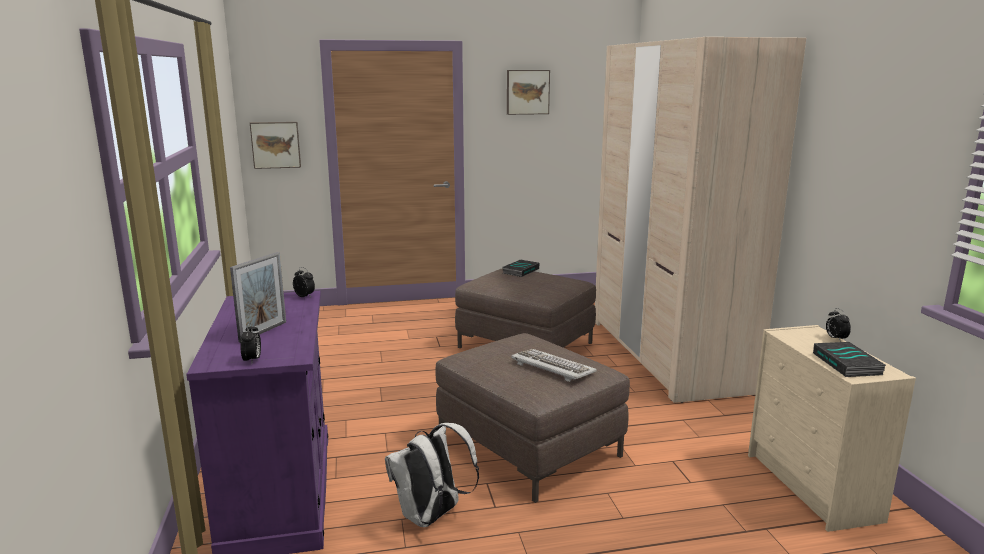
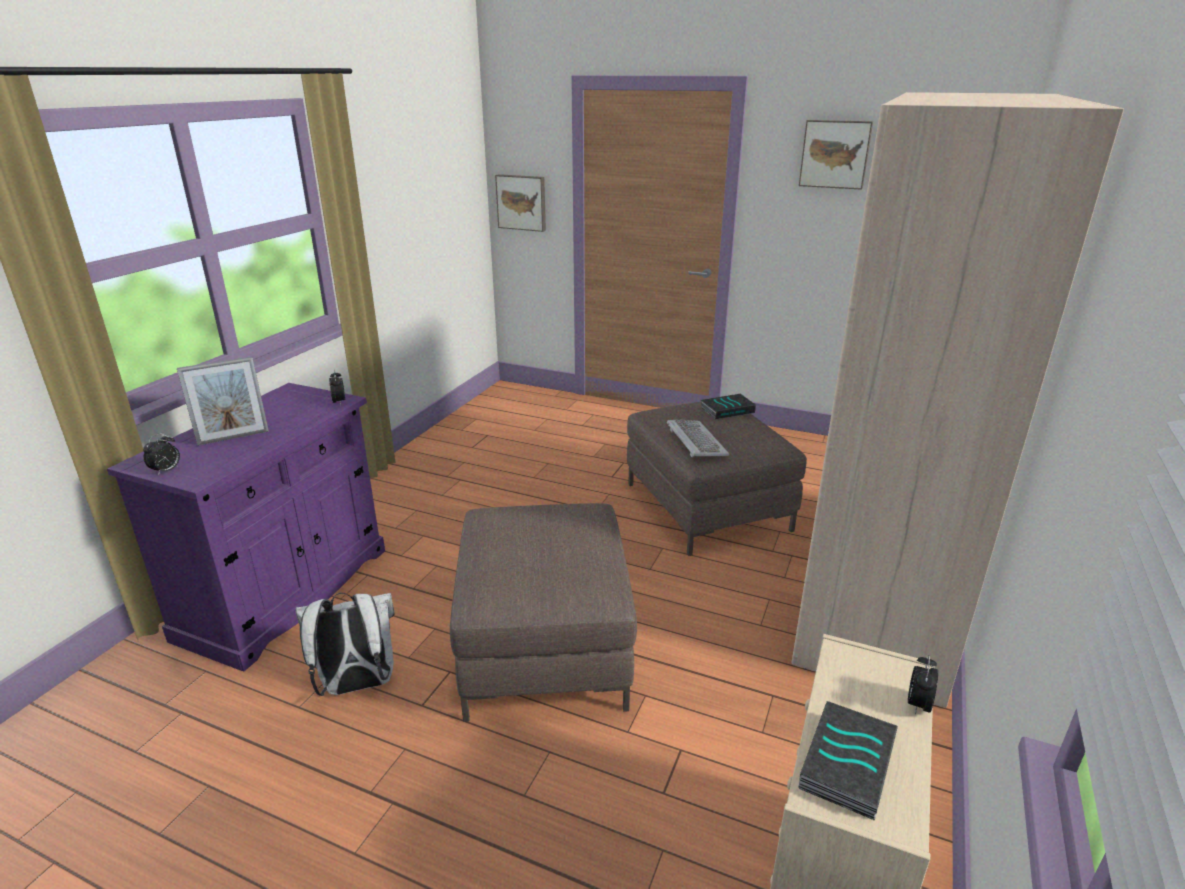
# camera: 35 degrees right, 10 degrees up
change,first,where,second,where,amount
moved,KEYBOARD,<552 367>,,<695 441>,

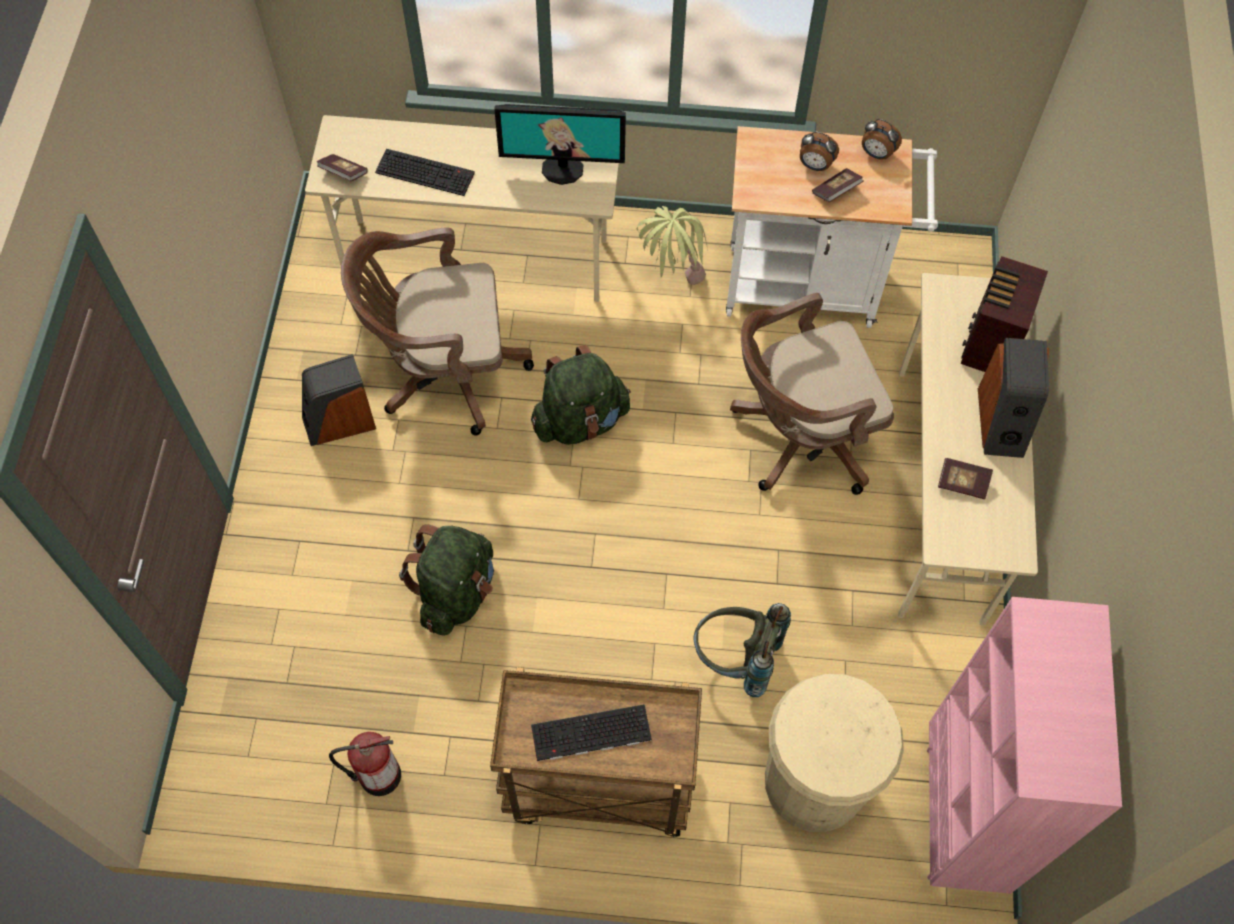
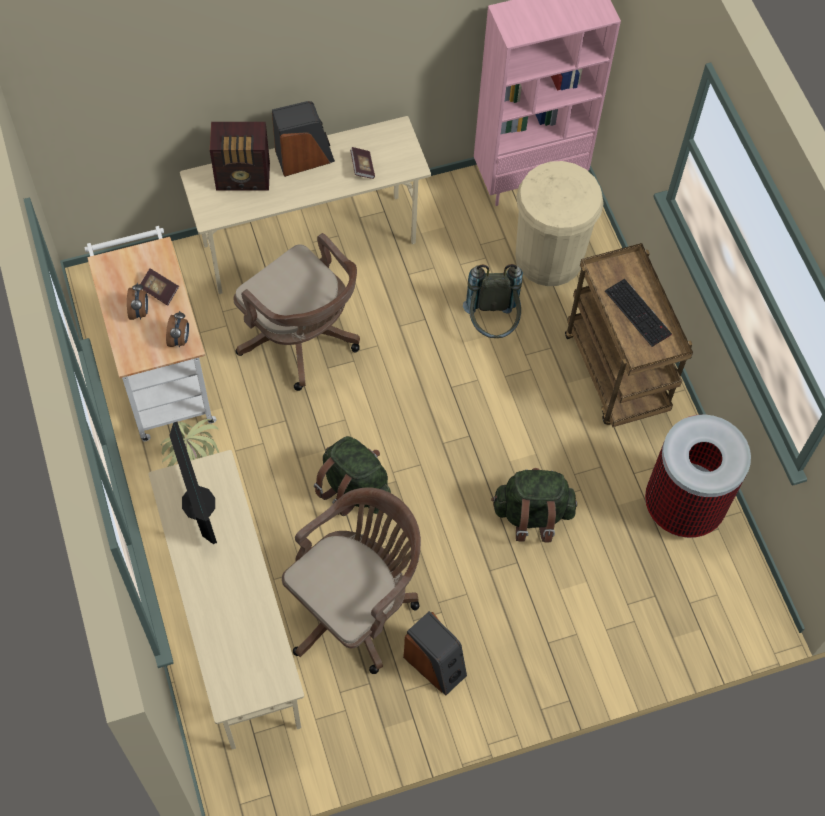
# camera: 115 degrees left, 0 degrees up
change,first,where,second,where,amount
moved,ALARM CLOCK,<876 154>,,<180 339>,
removed,KEYBOARD,<426 172>,,,
removed,BOOK,<343 173>,,,
turned,BROWN OFFICE CHAIR,<444 371>,,<354 606>,105 degrees counterclockwise
replaced,FIRE EXTINGUISHER,<377 776>,TRASH CAN,<683 506>,

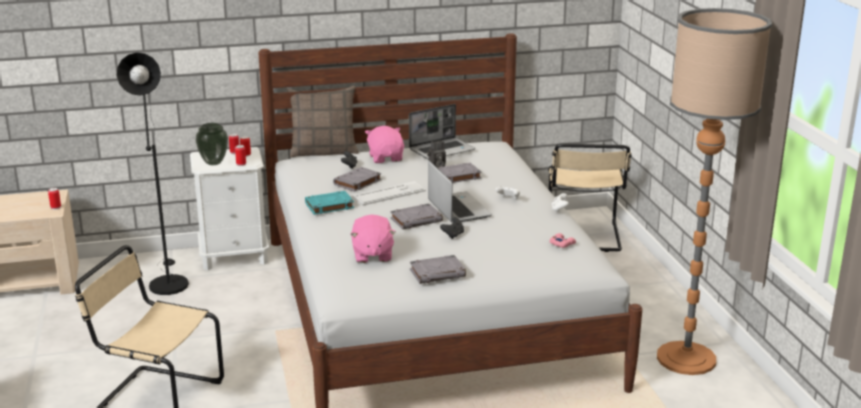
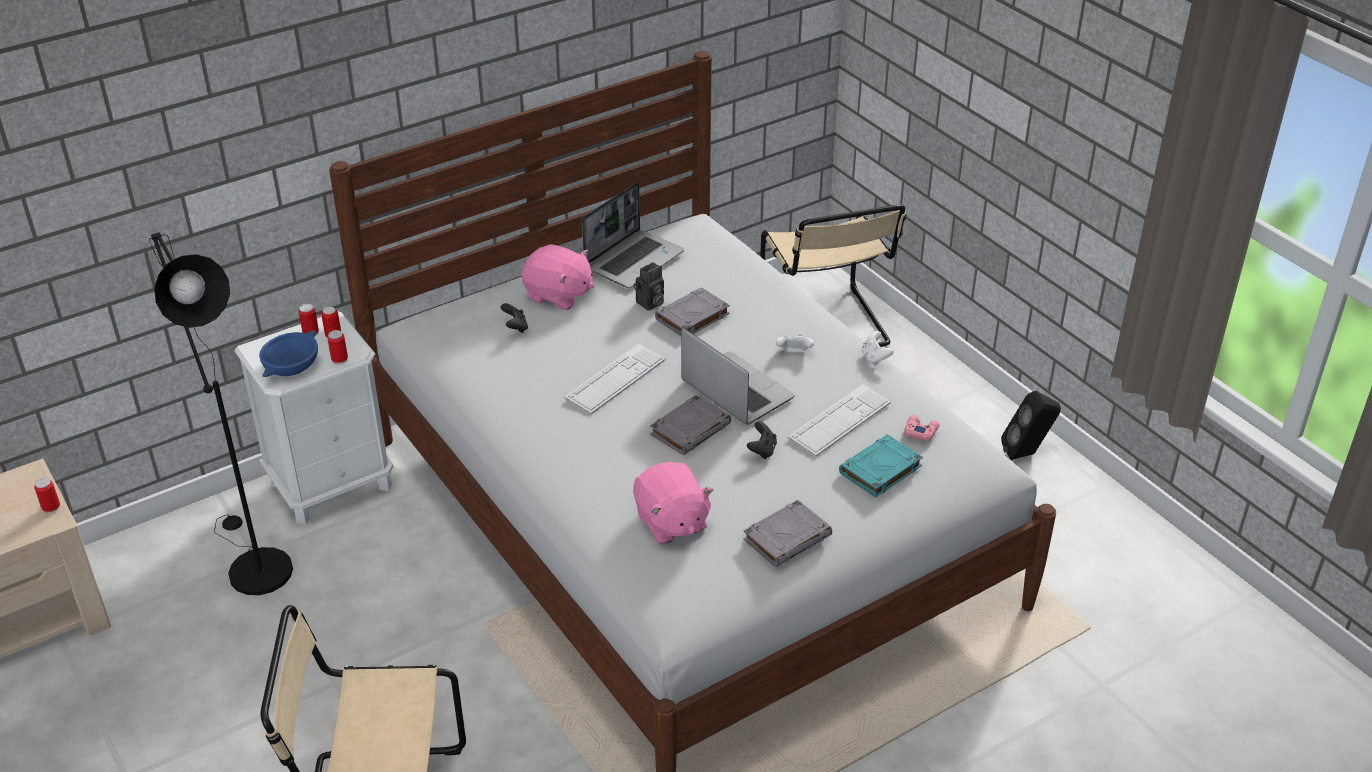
# camera: 20 degrees left, 15 degrees up
change,first,where,second,where,amount
removed,FLOOR LAMP,<686 358>,,,
removed,PILLOW,<324 152>,,,
replaced,VASE,<213 163>,BLUE BOWL,<292 366>,
turned,PINK PLUSH TOY,<386 158>,,<559 295>,150 degrees clockwise
removed,GREY BOOK,<357 182>,,,
moved,TURQUOISE BOOK,<329 206>,,<880 470>,
added,,,KEYBOARD,<839 421>,
added,,,BLACK SPEAKER,<1027 454>,

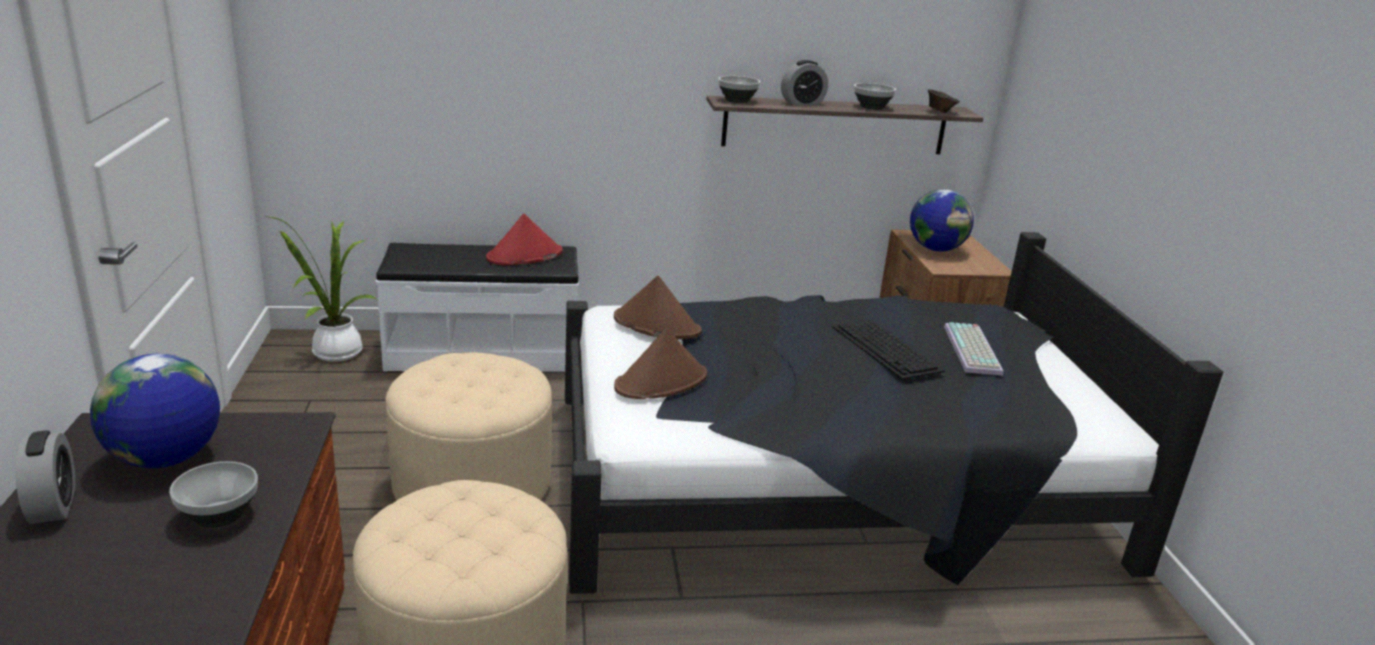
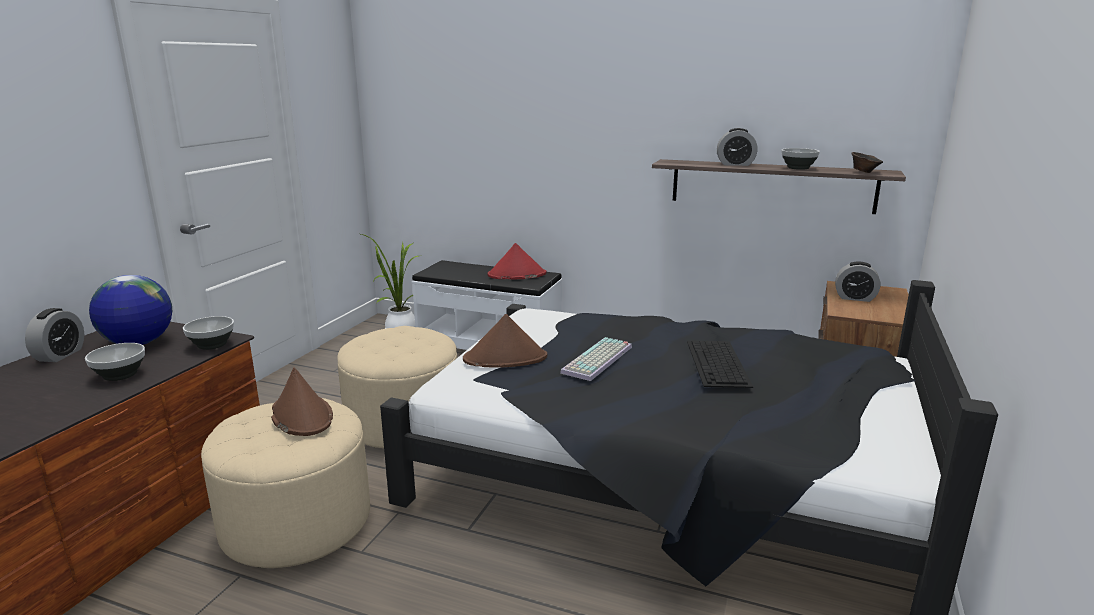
# camera: 30 degrees right, 5 degrees down
change,first,where,second,where,amount
moved,BOWL,<738 100>,,<212 345>,
replaced,GLOBE,<936 249>,ALARM CLOCK,<855 298>,
moved,BROWN HAT,<656 325>,,<301 416>,
moved,KEYBOARD,<974 350>,,<598 360>,

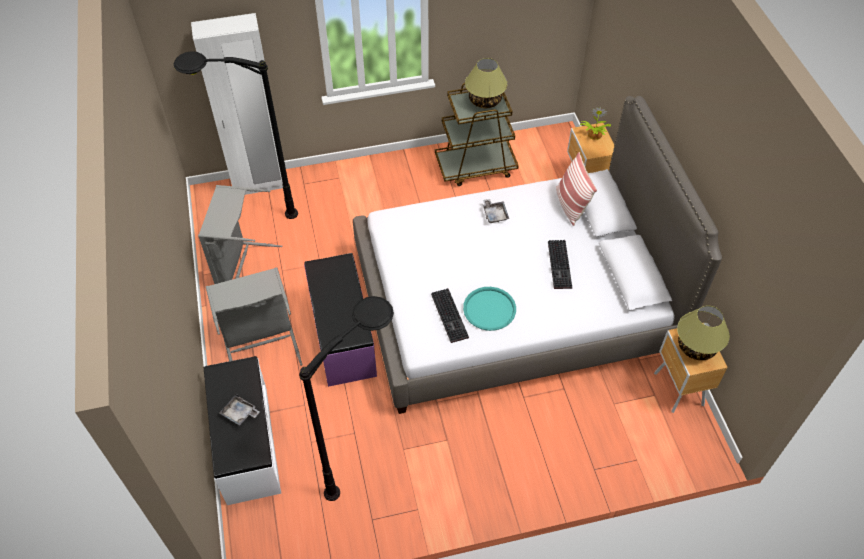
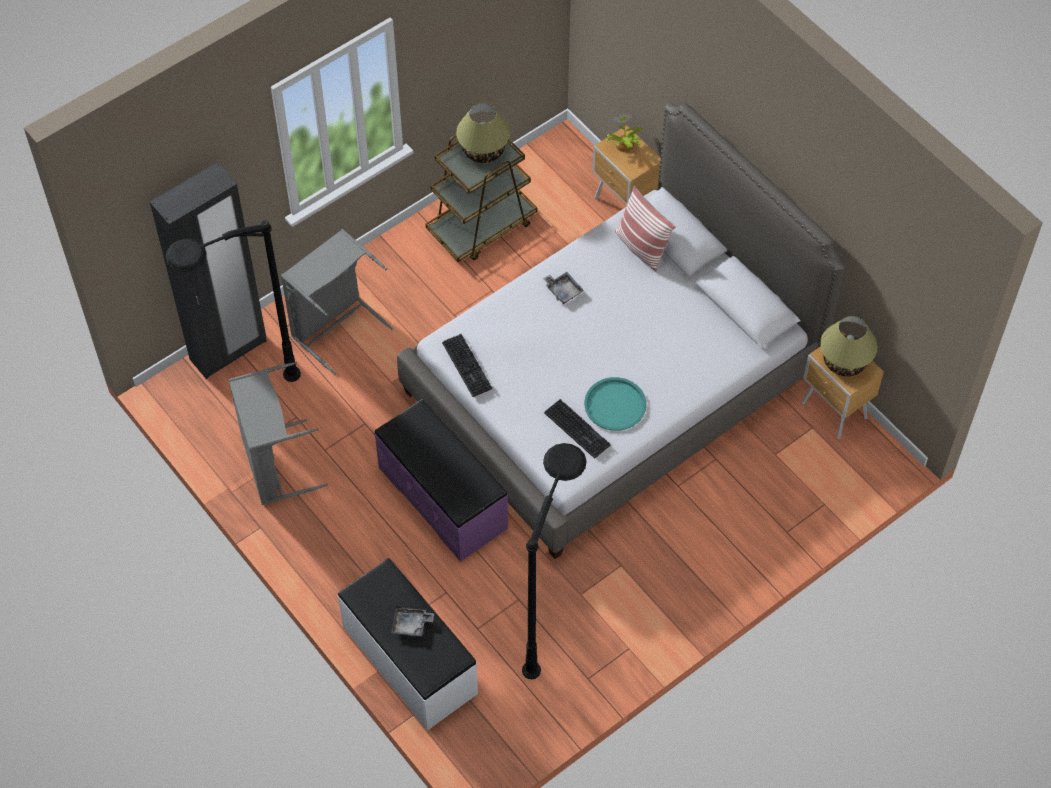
# camera: 25 degrees left, 5 degrees up
change,first,where,second,where,amount
recoloured,WHITE WARDROBE,<260 185>,BLACK WARDROBE,<228 351>,
moved,KEYBOARD,<561 265>,,<469 366>,
moved,GREY LAUNDRY BASKET,<261 345>,,<335 327>,

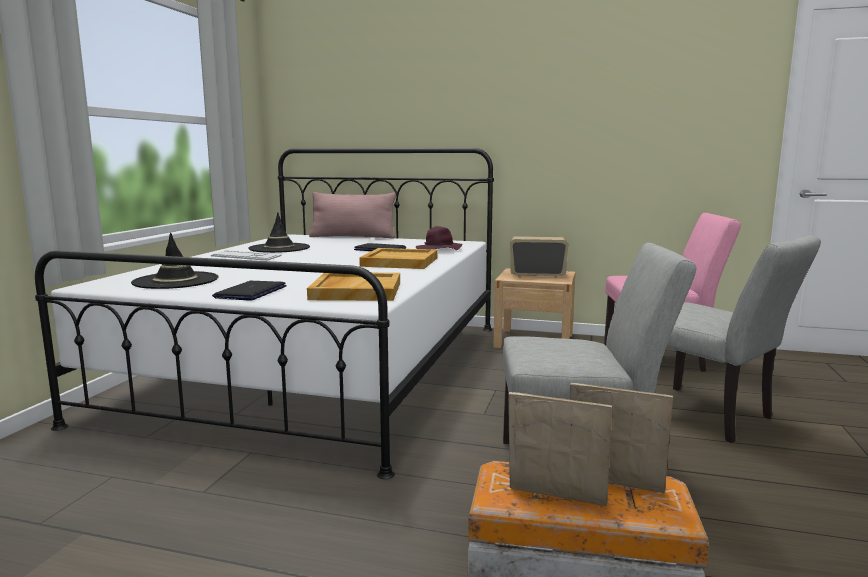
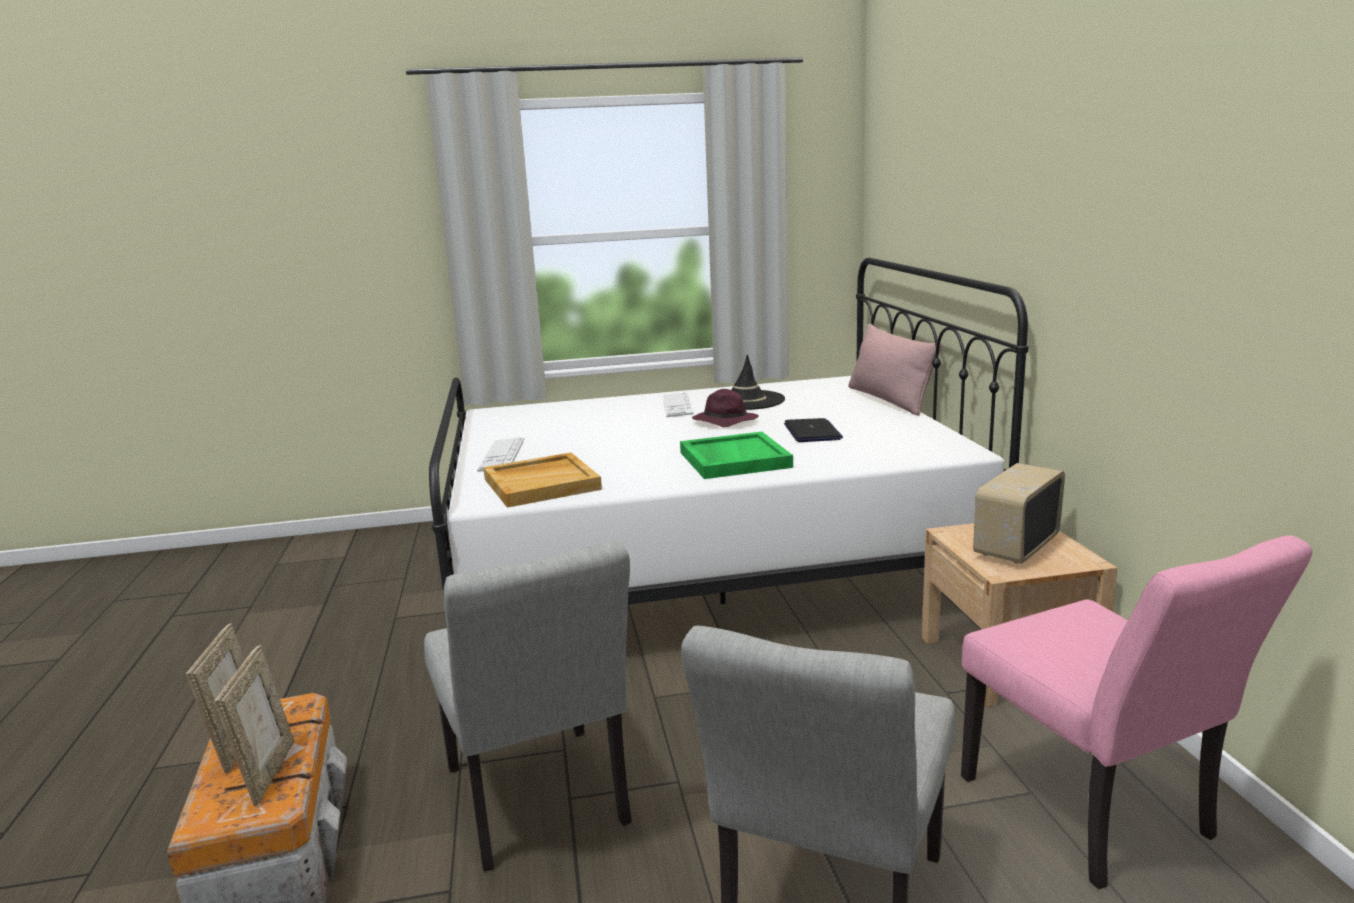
# camera: 65 degrees right, 5 degrees up
change,first,where,second,where,amount
moved,PURPLE HAT,<438 250>,,<724 422>,
removed,BLACK HAT,<176 281>,,,
turned,RADIO,<537 275>,,<1015 547>,120 degrees counterclockwise
recoloured,BEIGE TRAY,<399 262>,GREEN TRAY,<733 459>,
replaced,LAPTOP,<251 292>,KEYBOARD,<502 455>,

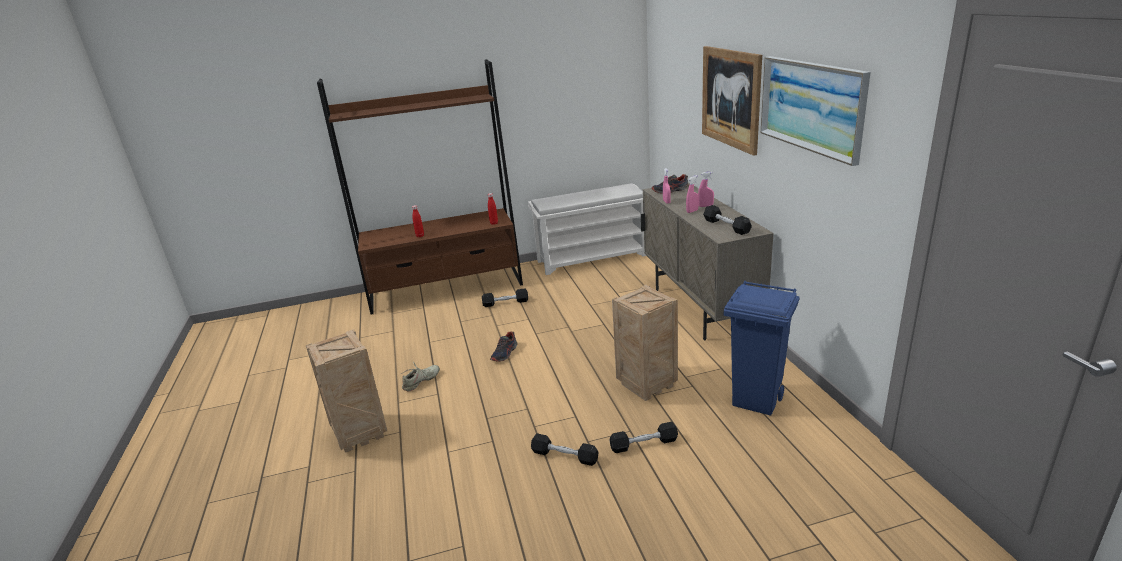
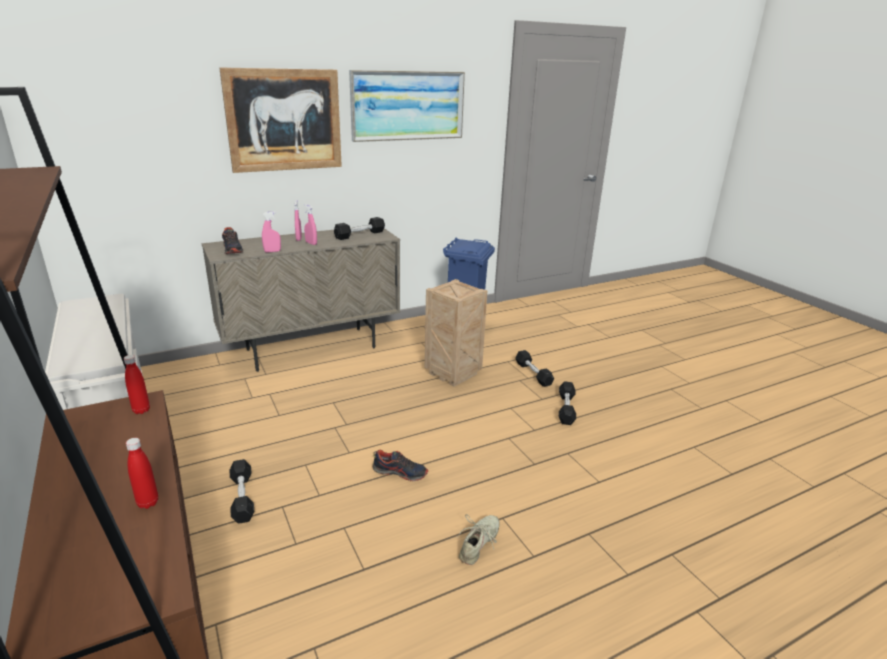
# camera: 105 degrees left, 0 degrees up
change,first,where,second,where,amount
removed,CRATE,<361 433>,,,
turned,BEIGE SHOE,<421 381>,,<479 544>,90 degrees clockwise

